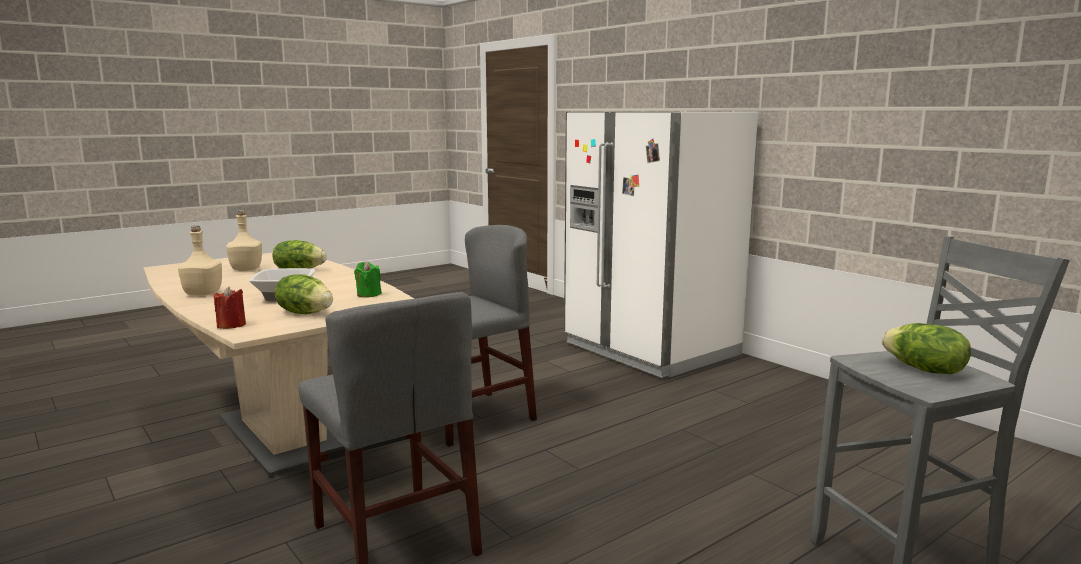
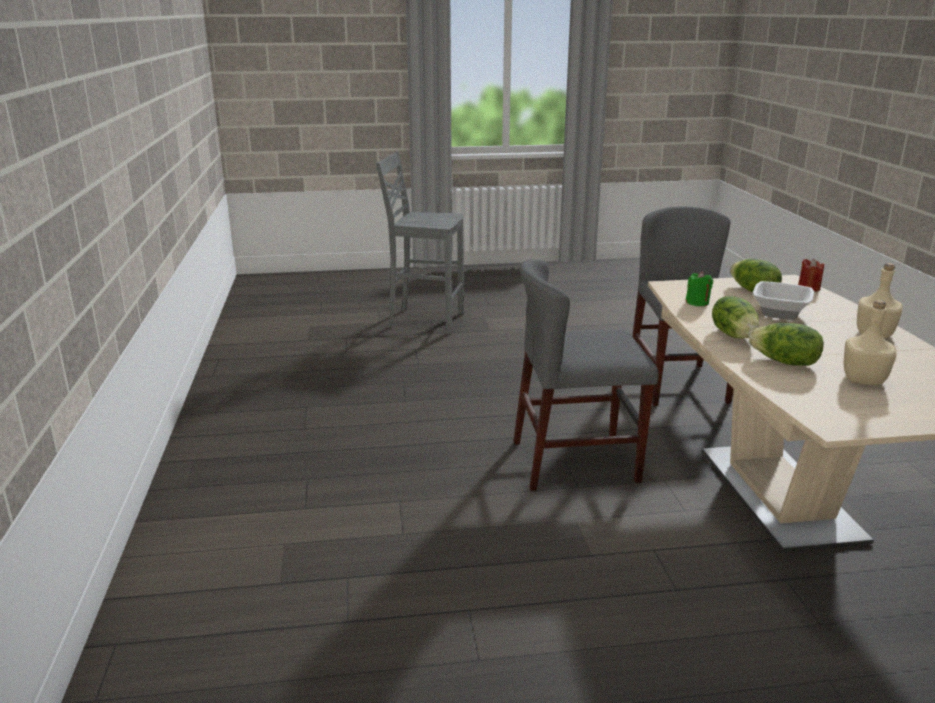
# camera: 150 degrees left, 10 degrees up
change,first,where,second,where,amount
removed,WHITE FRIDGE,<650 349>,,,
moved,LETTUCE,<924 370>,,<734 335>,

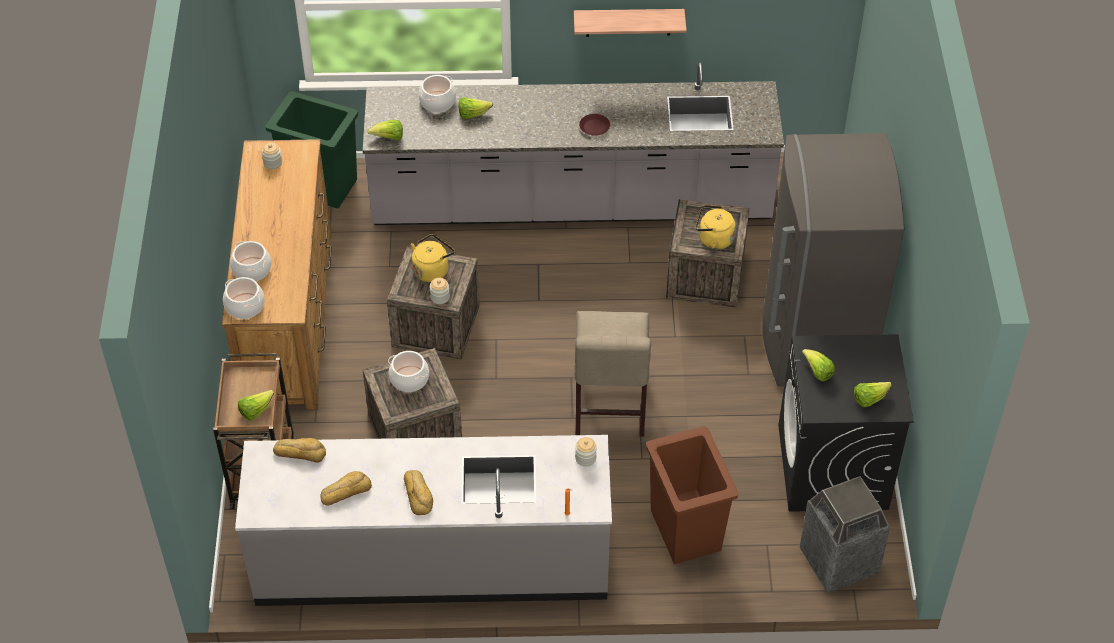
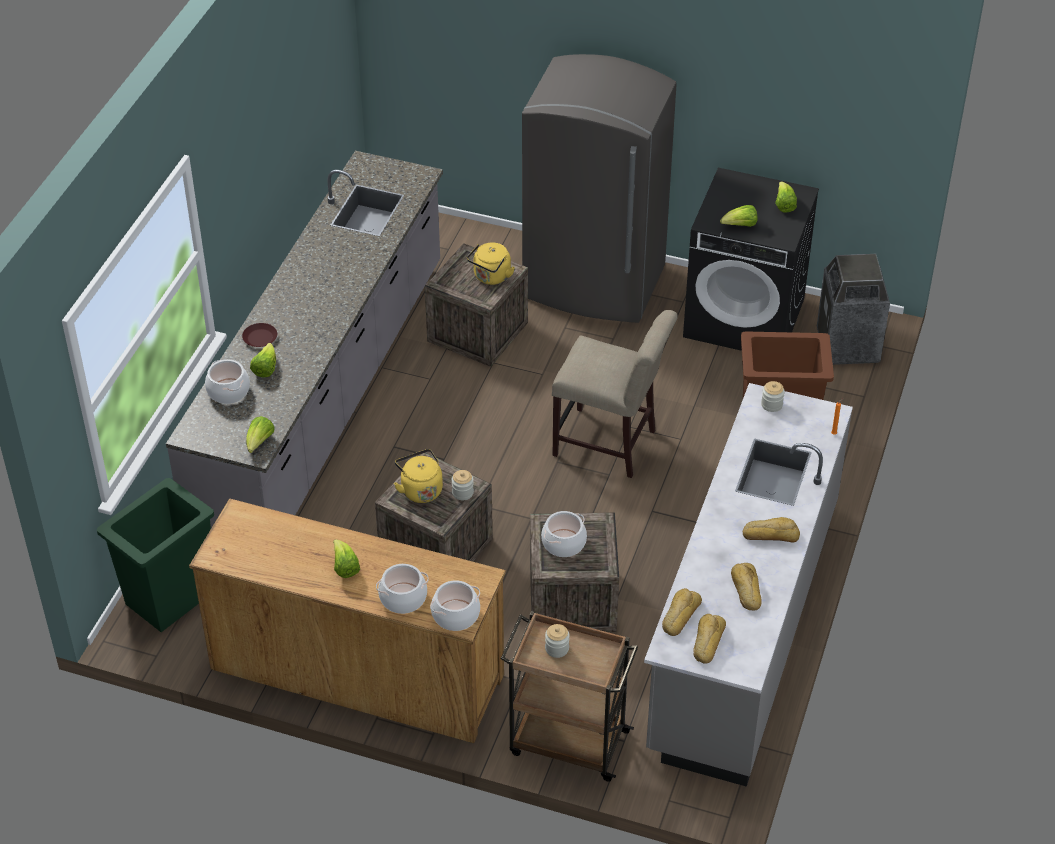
# camera: 70 degrees left, 5 degrees down
change,first,where,second,where,amount
removed,SHELF,<628 22>,,,
moved,BROWN PLATE,<594 127>,,<260 338>,
moved,JAR,<272 163>,,<557 648>,
moved,LETTUCE,<256 411>,,<345 567>,
added,,,BREAD,<707 641>,

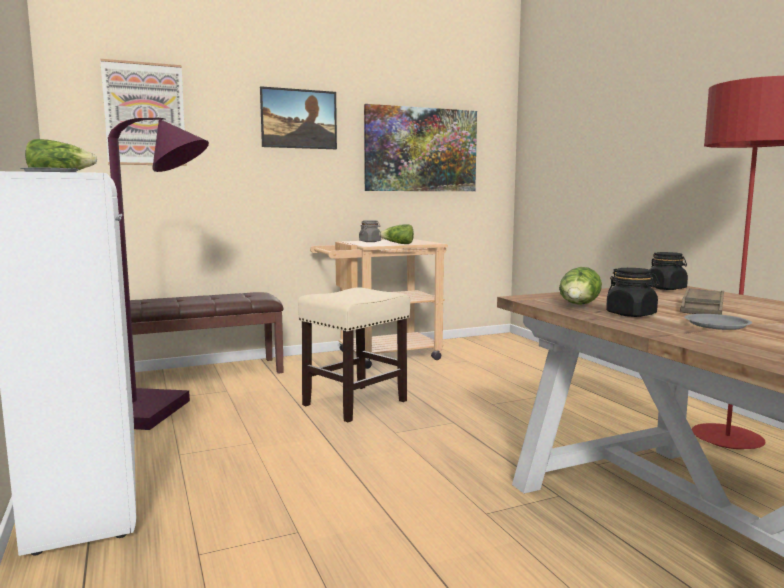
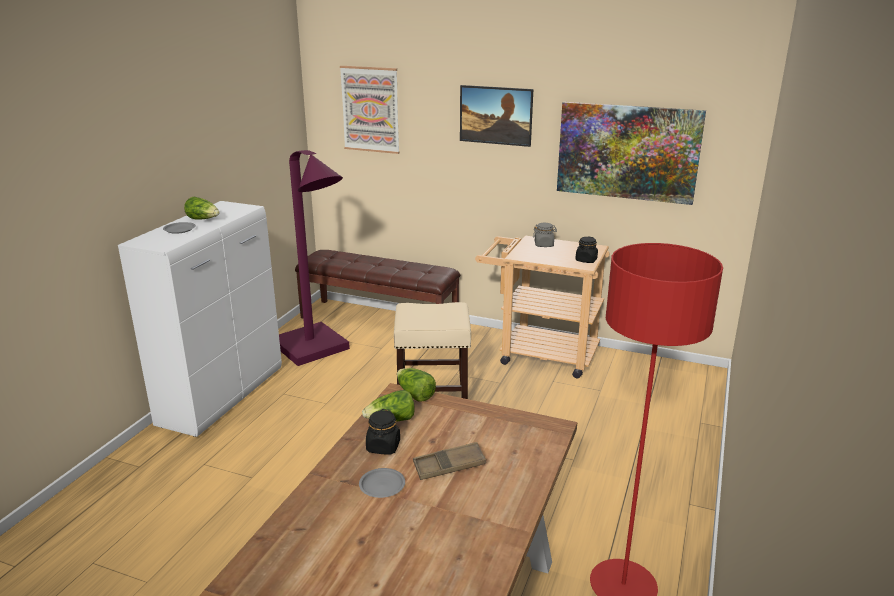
# camera: 45 degrees right, 15 degrees up
change,first,where,second,where,amount
moved,LETTUCE,<398 244>,,<414 394>,
moved,BLACK JAR,<666 288>,,<586 260>,

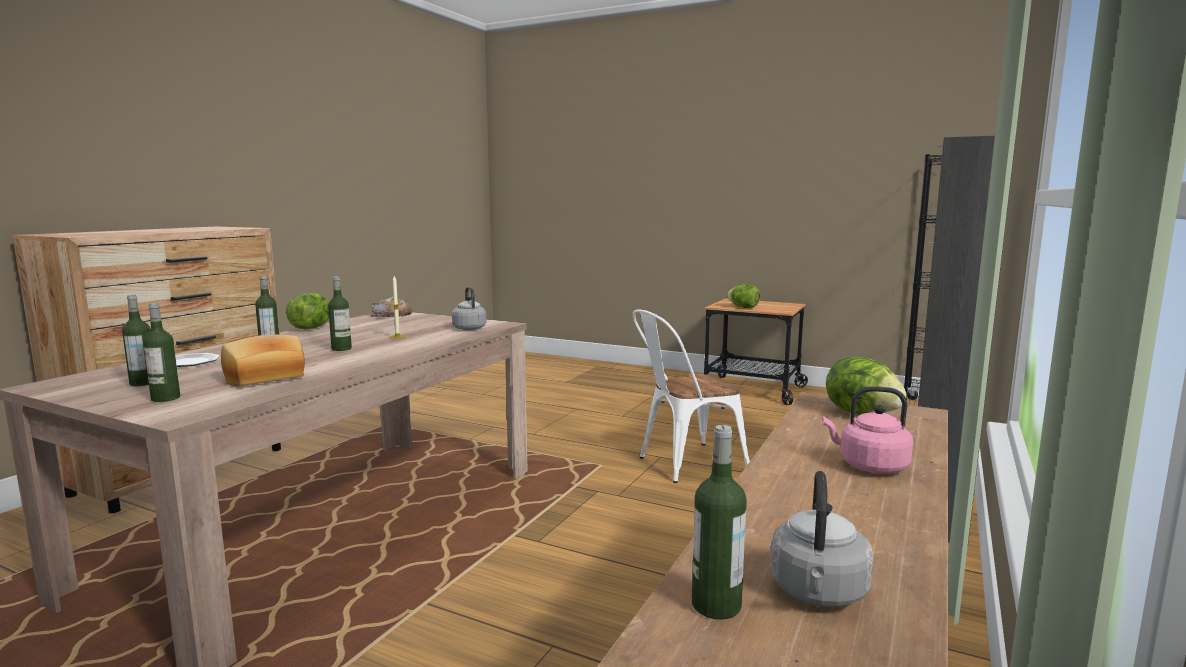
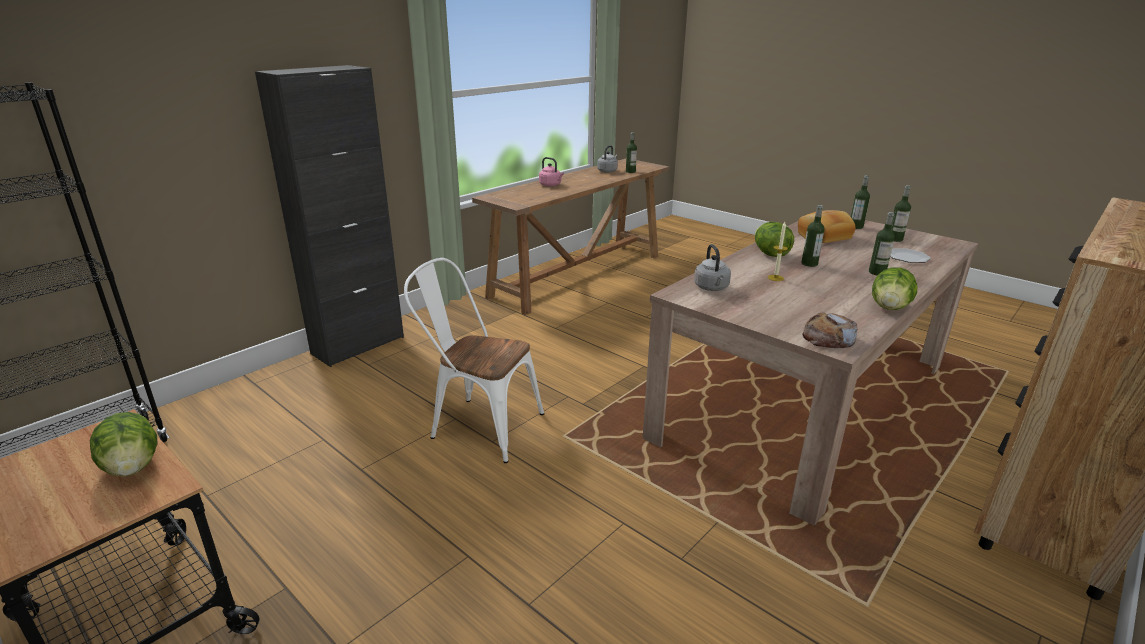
# camera: 165 degrees left, 15 degrees up
change,first,where,second,where,amount
turned,WHITE CHAIR,<684 464>,,<479 425>,150 degrees counterclockwise
moved,LETTUCE,<861 414>,,<770 254>,

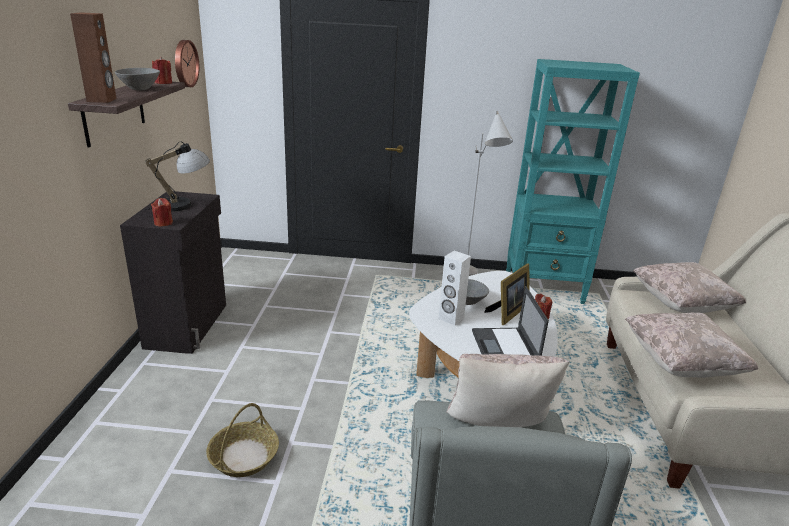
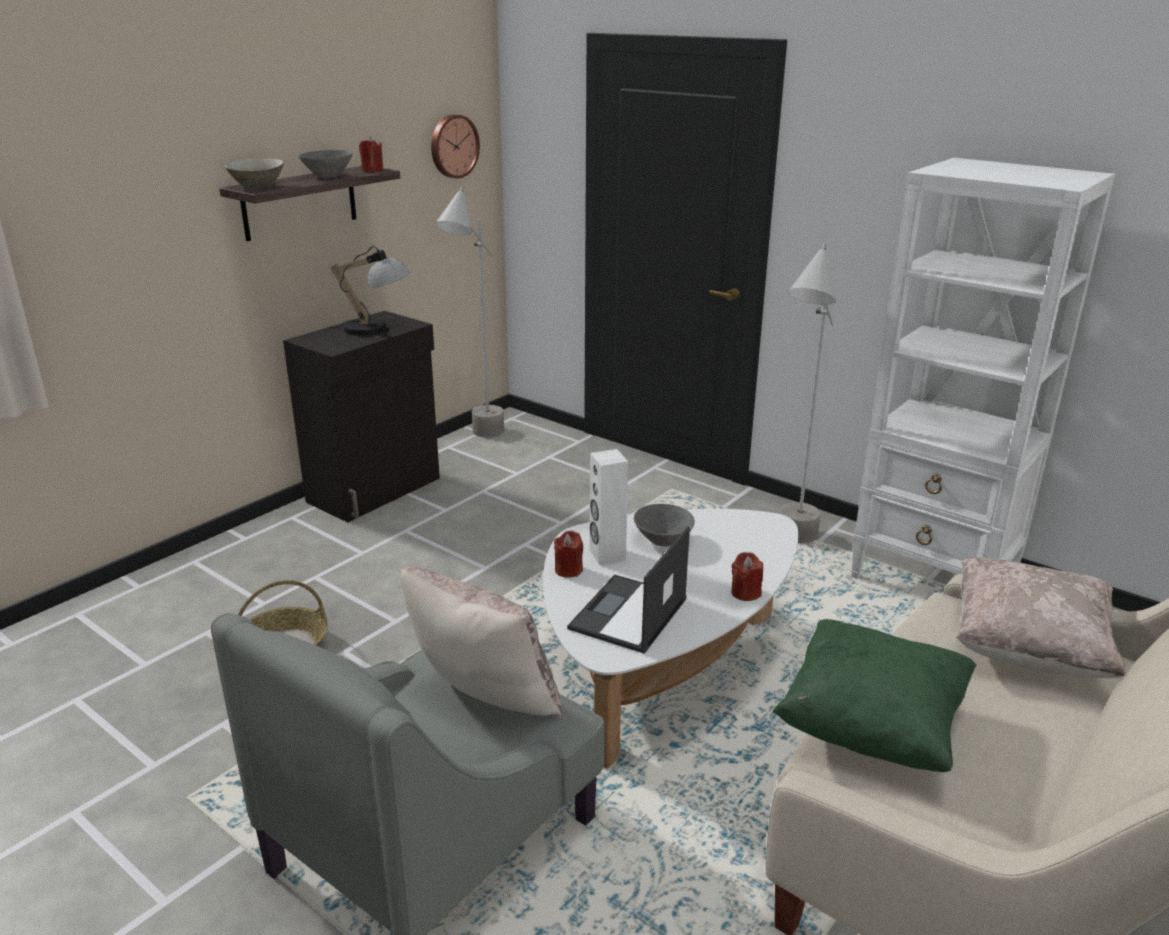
# camera: 35 degrees right, 0 degrees up
change,first,where,second,where,amount
replaced,BROWN SPEAKER,<102 100>,BEIGE BOWL,<257 186>,
recoloured,TURQUOISE BOOKCASE,<544 288>,WHITE BOOKCASE,<934 580>,
moved,RED CANDLE,<163 223>,,<568 570>,
removed,PICTURE FRAME,<508 312>,,,
recoloured,BEIGE PILLOW,<681 363>,GREEN PILLOW,<871 726>,
added,,,GREY FLOOR LAMP,<478 441>,

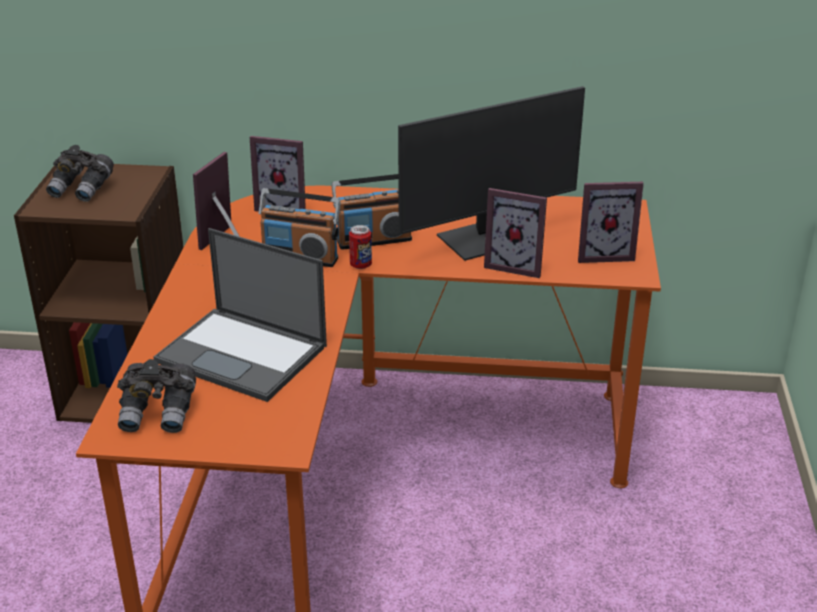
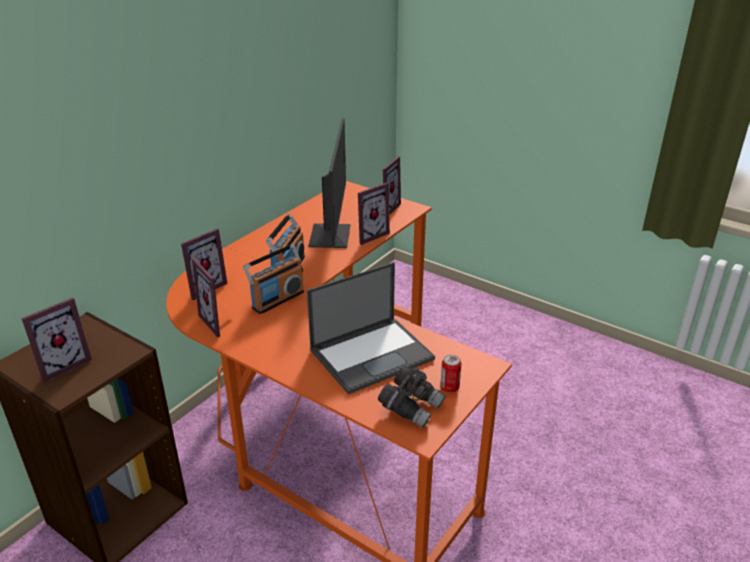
# camera: 60 degrees left, 0 degrees up
change,first,where,second,where,amount
replaced,GREY BINOCULARS,<82 189>,PICTURE FRAME,<62 364>,
moved,CAN,<360 265>,,<449 387>,

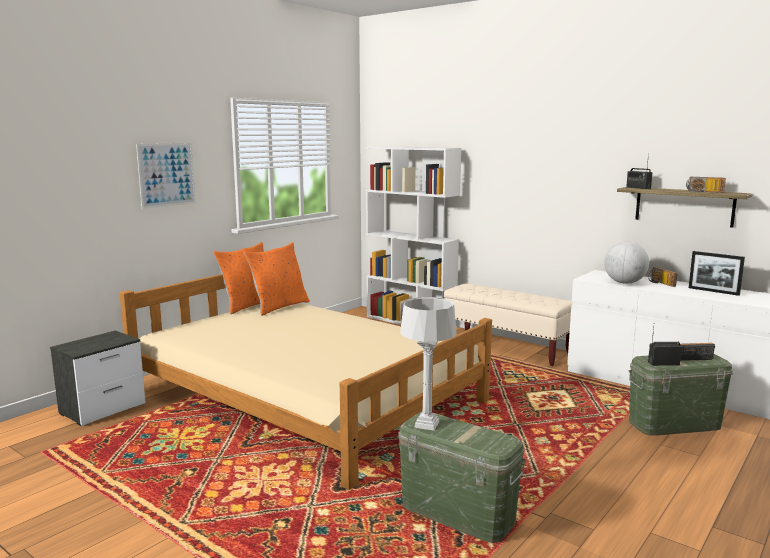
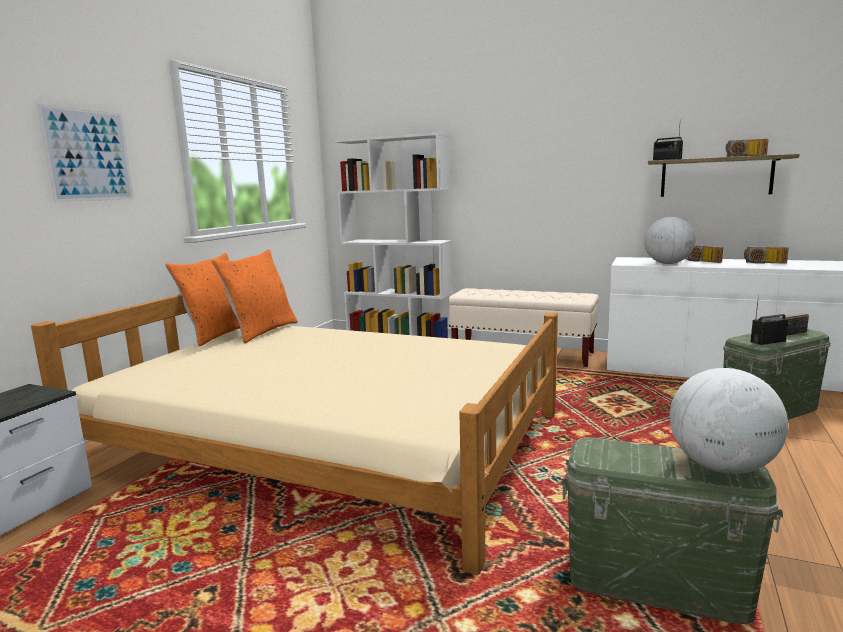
# camera: 15 degrees left, 0 degrees up
change,first,where,second,where,amount
replaced,PICTURE FRAME,<713 291>,RADIO,<764 263>,
removed,GREY TABLE LAMP,<426 424>,,,
added,,,GLOBE,<721 467>,

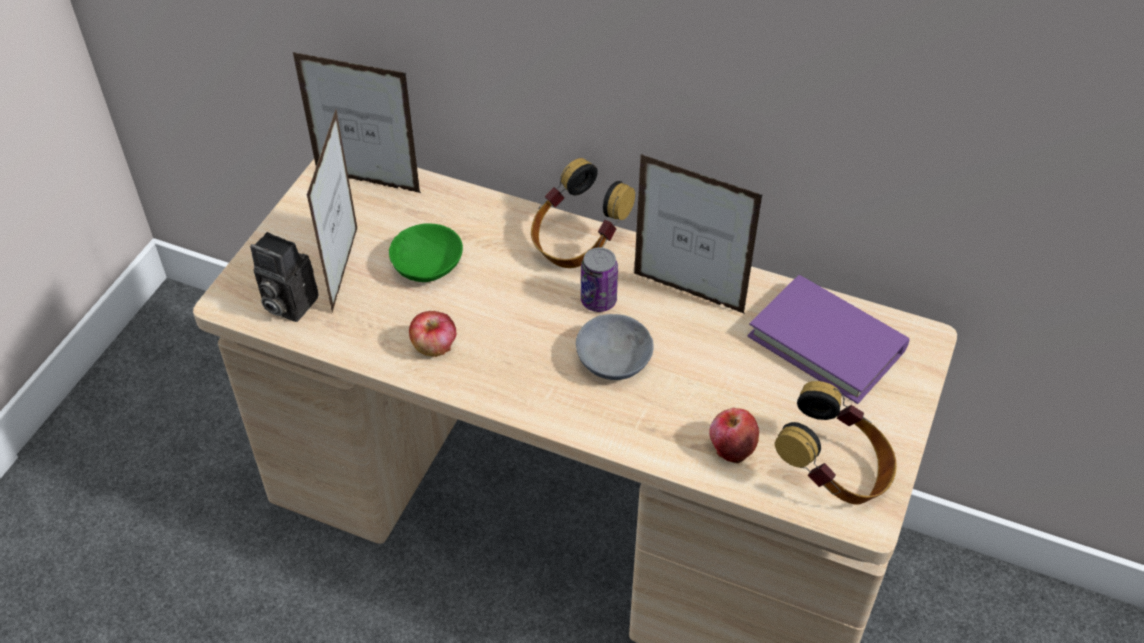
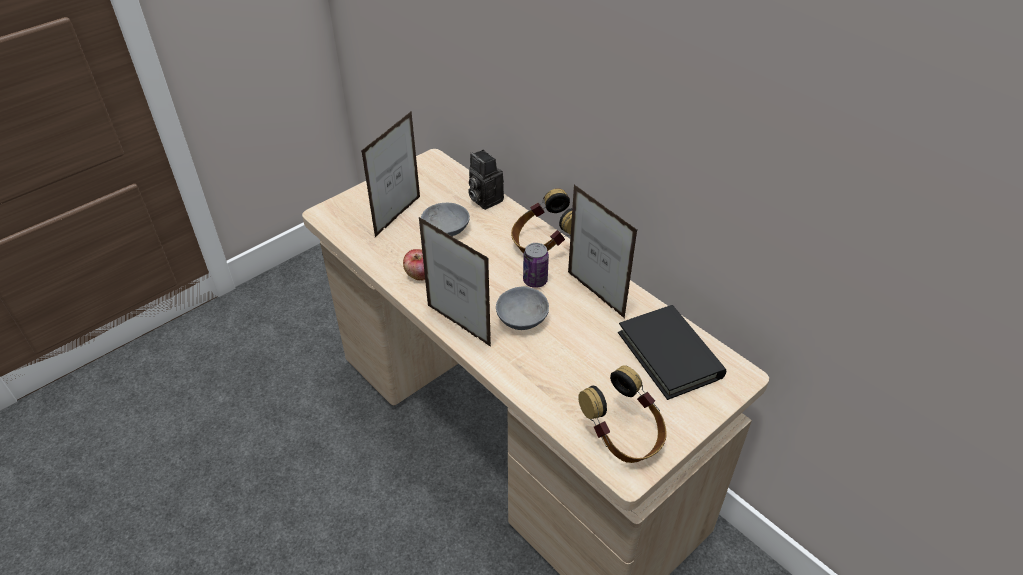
# camera: 25 degrees right, 5 degrees down
change,first,where,second,where,amount
moved,PICTURE FRAME,<368 182>,,<458 325>,
recoloured,GREEN BOWL,<428 267>,GREY BOWL,<445 230>,
moved,PHOTO CAMERA,<287 304>,,<484 199>,
recoloured,PURPLE BOOK,<826 343>,BLACK BOOK,<669 355>,
removed,APPLE,<731 447>,,,

